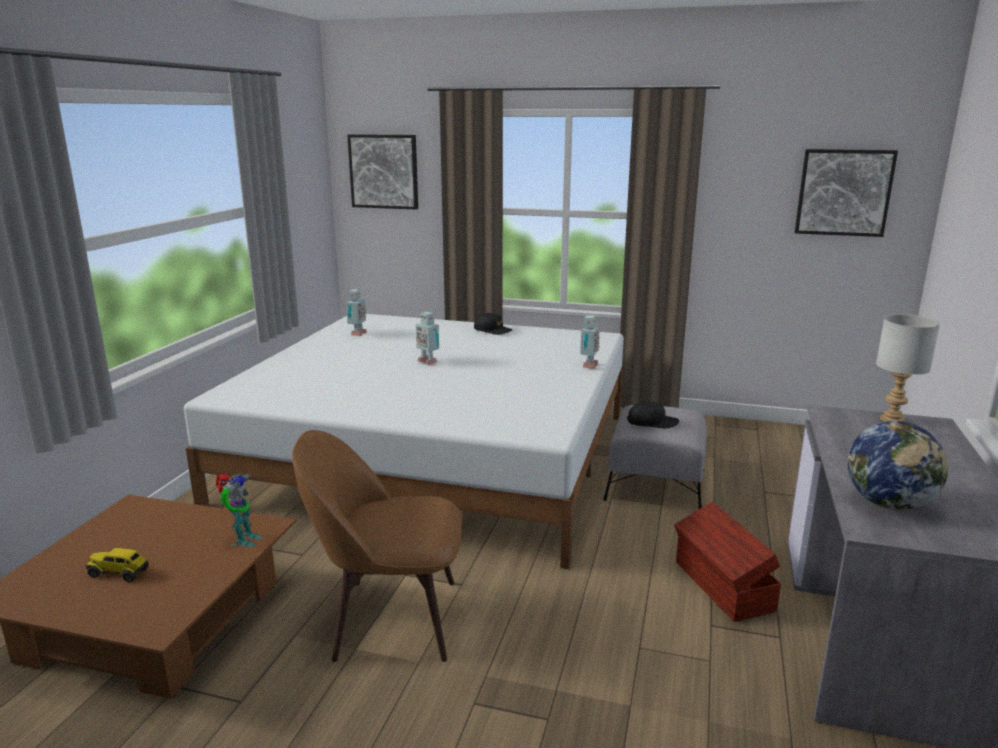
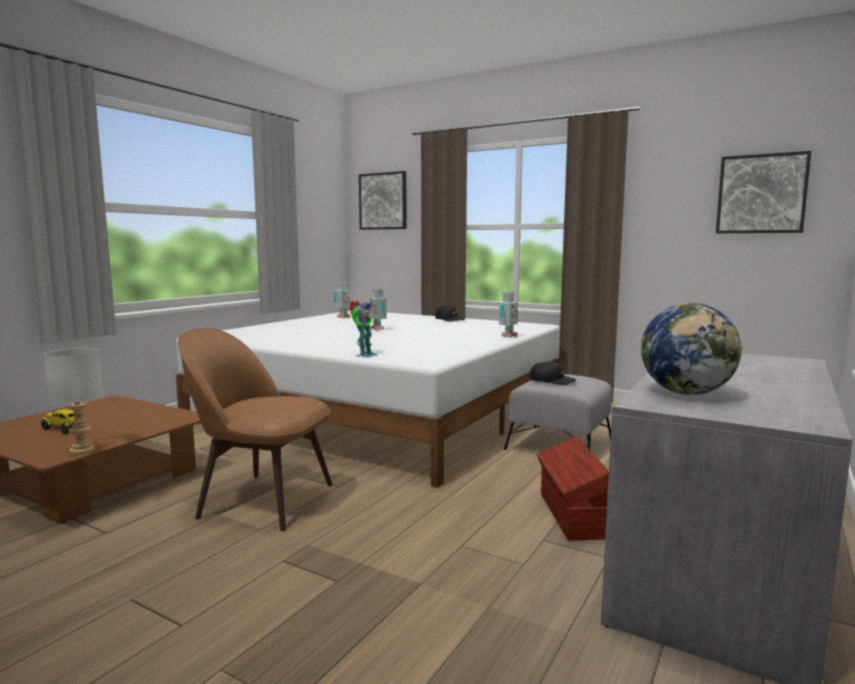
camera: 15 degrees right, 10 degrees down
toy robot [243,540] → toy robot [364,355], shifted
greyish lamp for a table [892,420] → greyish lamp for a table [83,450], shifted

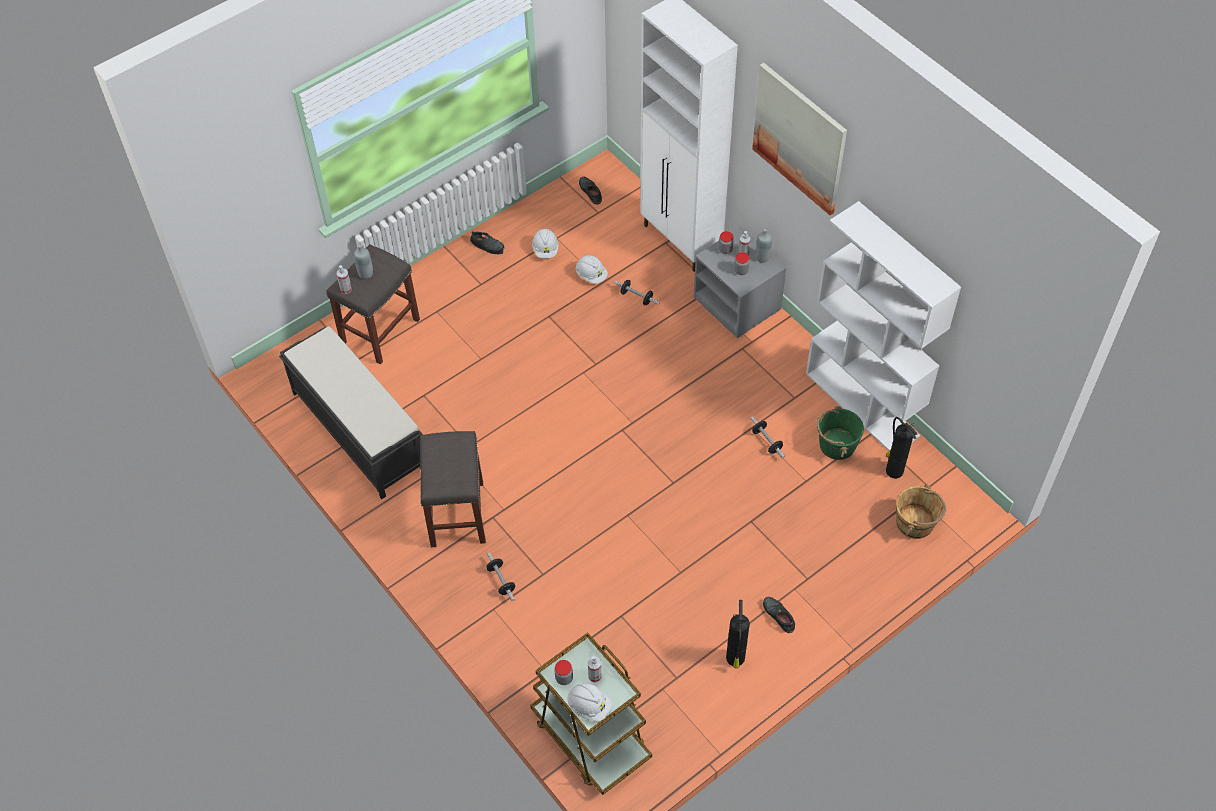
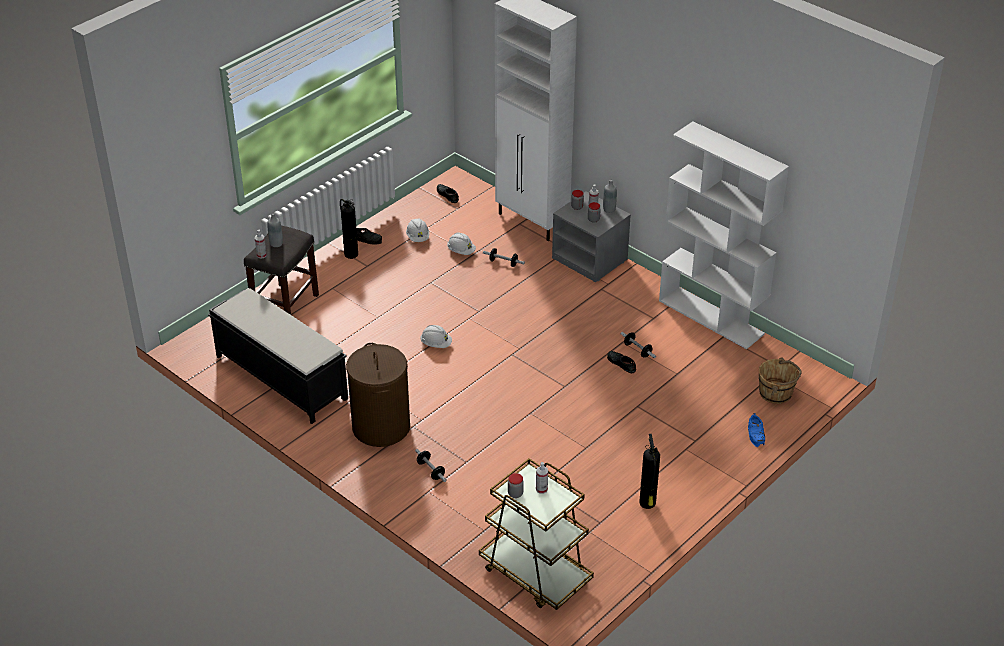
camera: 10 degrees left, 15 degrees down
wall picture [800,138] → -
green bucket [836,444] → -
- → blue low shoe [756,434]
white-coloured work helmet [589,706] → white-coloured work helmet [436,344], shifted
black low shoe [778,615] → black low shoe [621,363], shifted
fire extinguisher [893,470] → fire extinguisher [350,254], shifted
greyish stool [456,513] → brownish laundry basket [380,427]

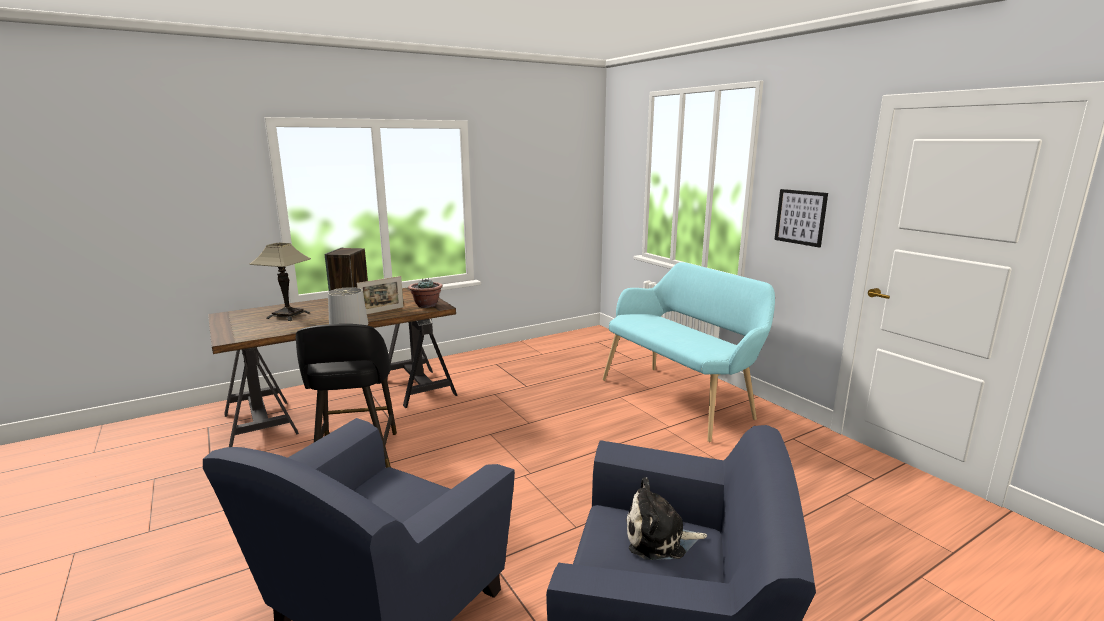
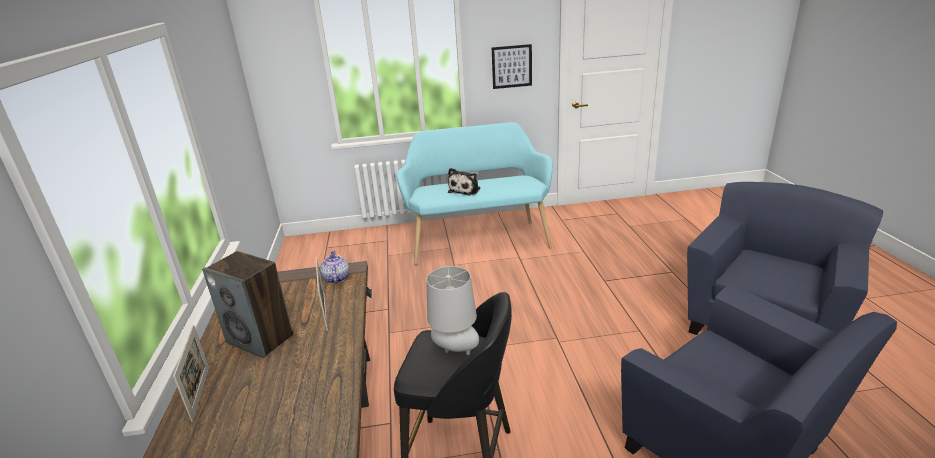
camera: 65 degrees left, 10 degrees up
lamp for a table [288,315] → -
- → photo frame [200,393]
cuddly toy [659,538] → cuddly toy [465,190], shifted
plant in a pot [426,305] → teapot [336,278]

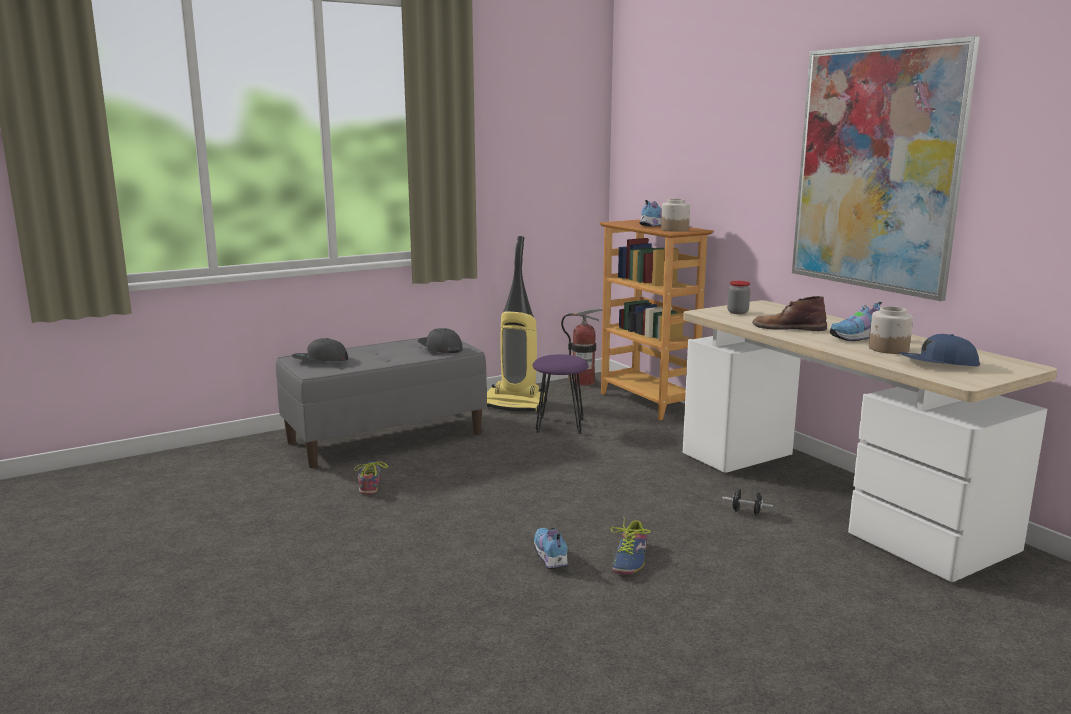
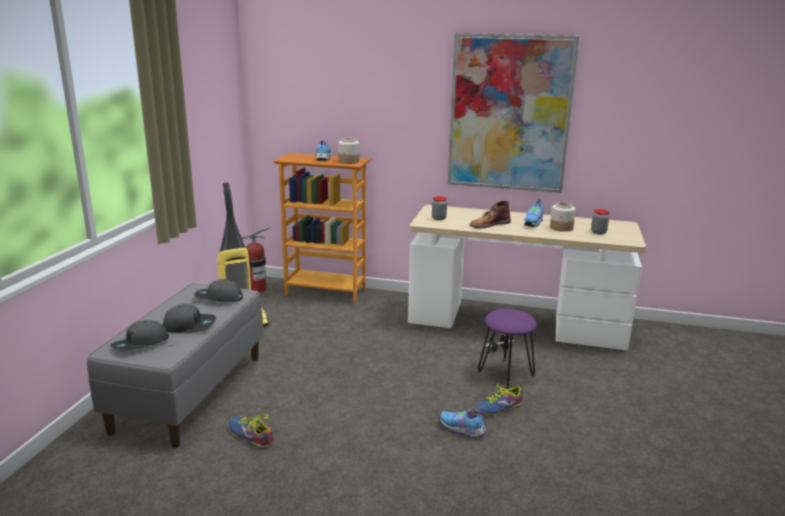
camera: 45 degrees left, 5 degrees up
- → greyish cap [190,325]
purplish stool [559,425] → purplish stool [505,373], shifted
blue cap [937,363] → preserve jar [598,232]
low shoe [630,559] → low shoe [498,408], 90 degrees clockwise

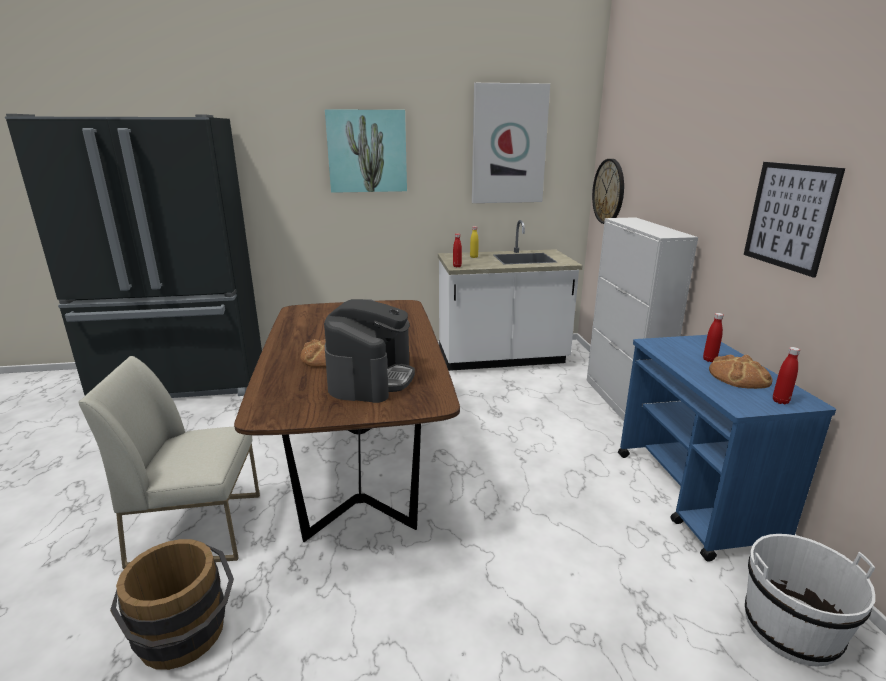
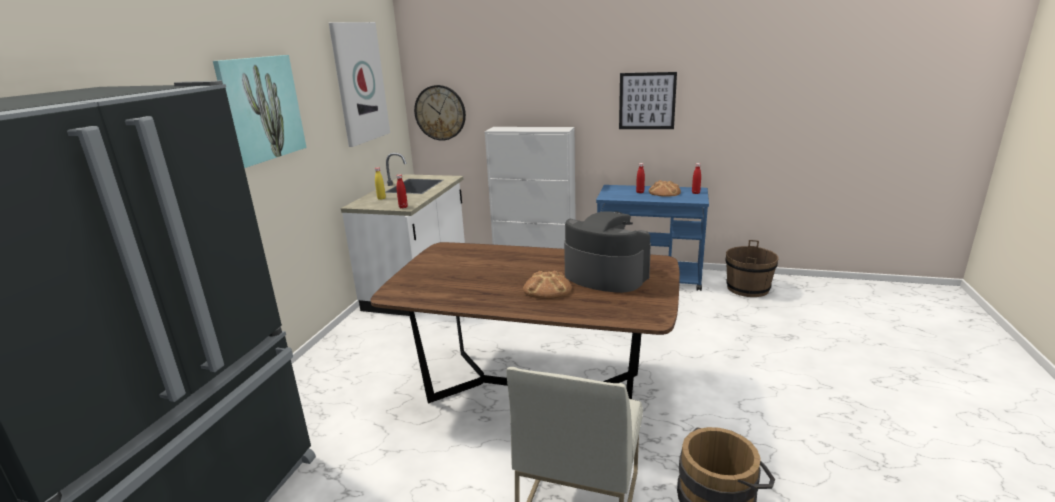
camera: 65 degrees left, 0 degrees up
white-coloured bucket [791,629] → brownish bucket [748,288]

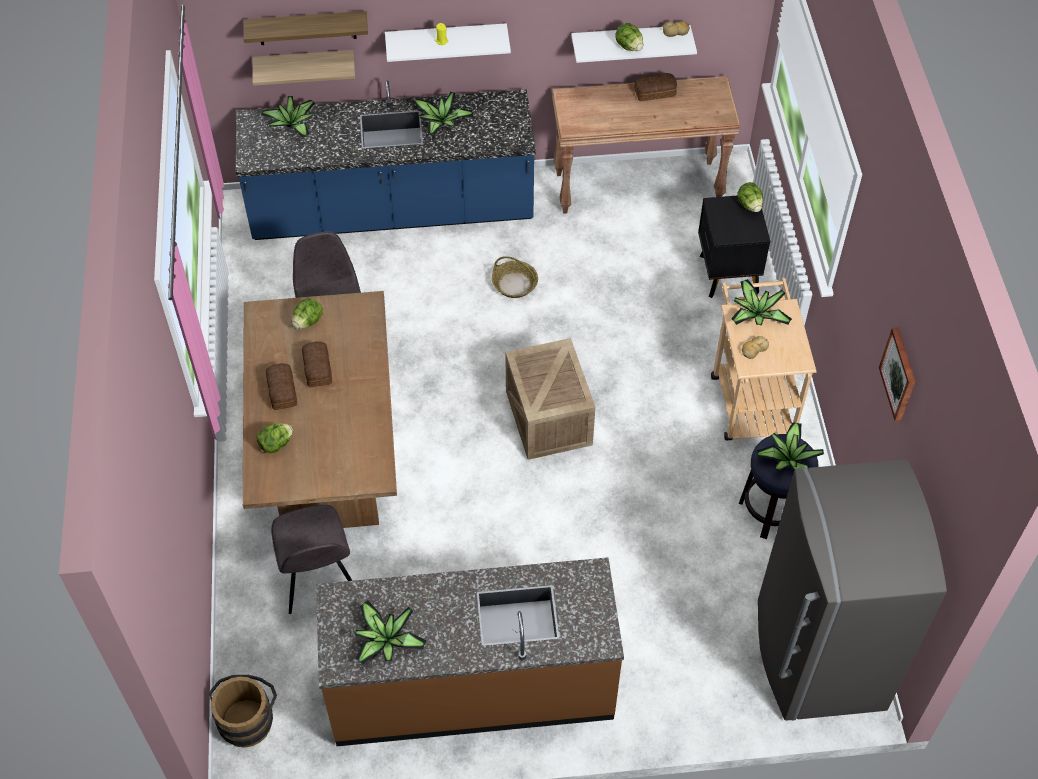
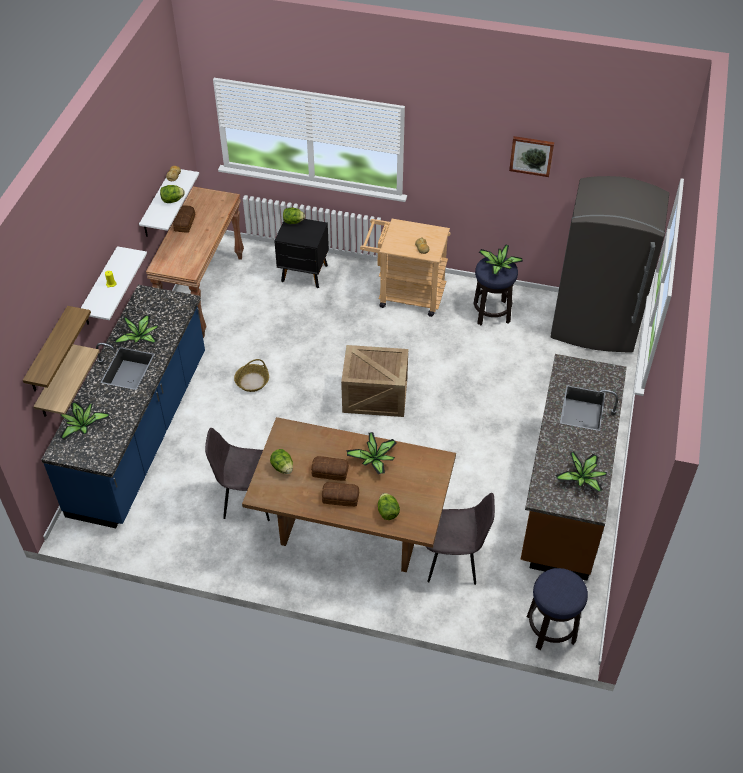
camera: 70 degrees left, 5 degrees down
plant in a pot [756,315] → plant in a pot [374,460], shifted
brownish bucket [248,718] → stool [551,629]

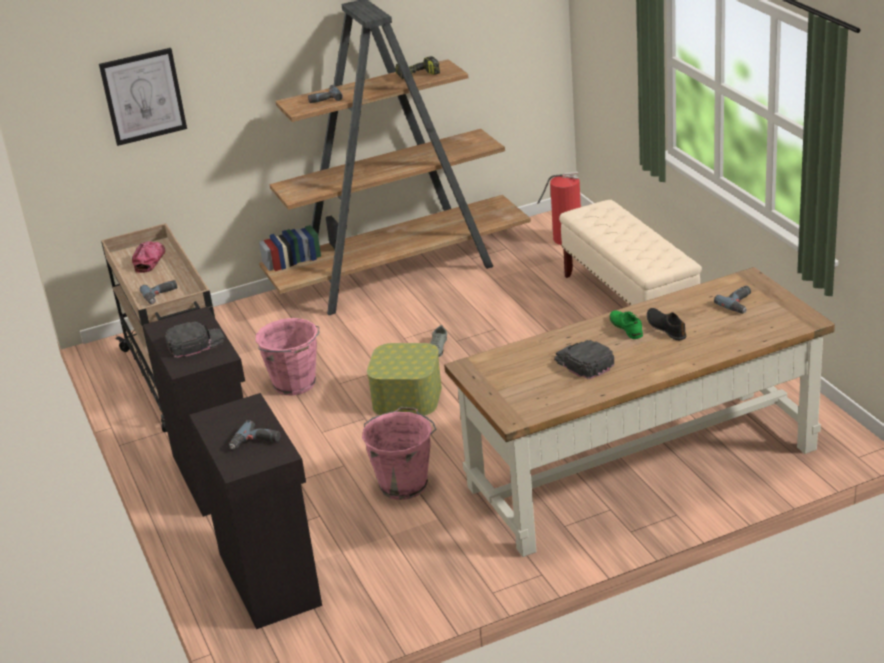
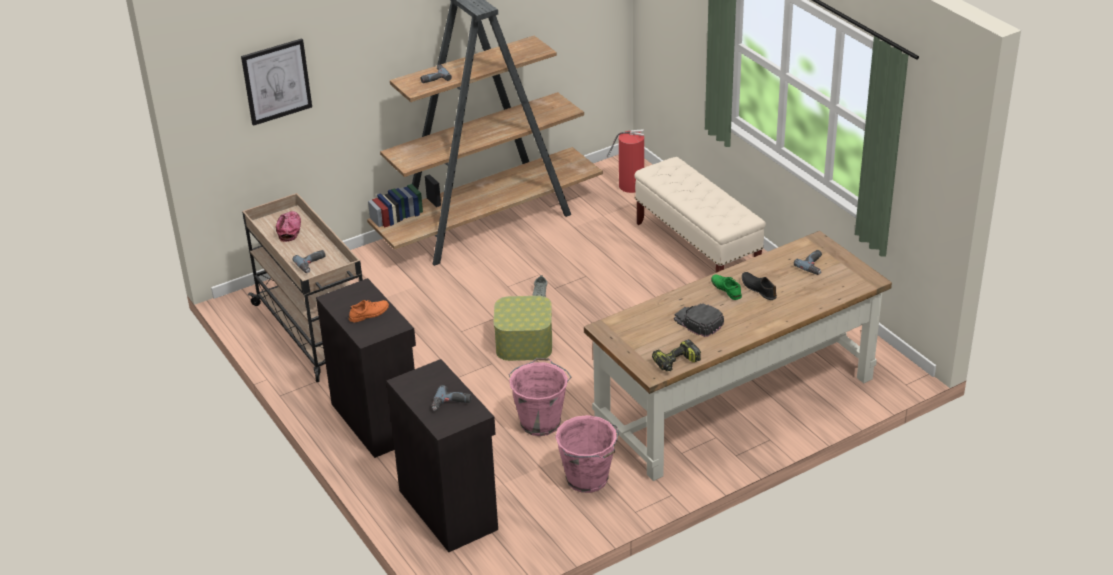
camera: 10 degrees left, 5 degrees up
pink-coloured bucket [295,385] → pink-coloured bucket [588,480], shifted
electric drill [418,76] → electric drill [676,363], shifted
black cap [195,343] → orange-coloured low shoe [369,314]

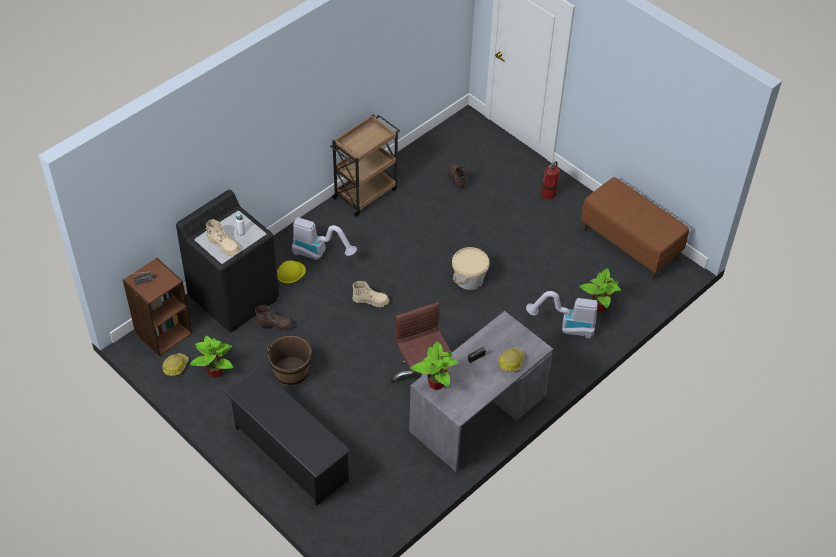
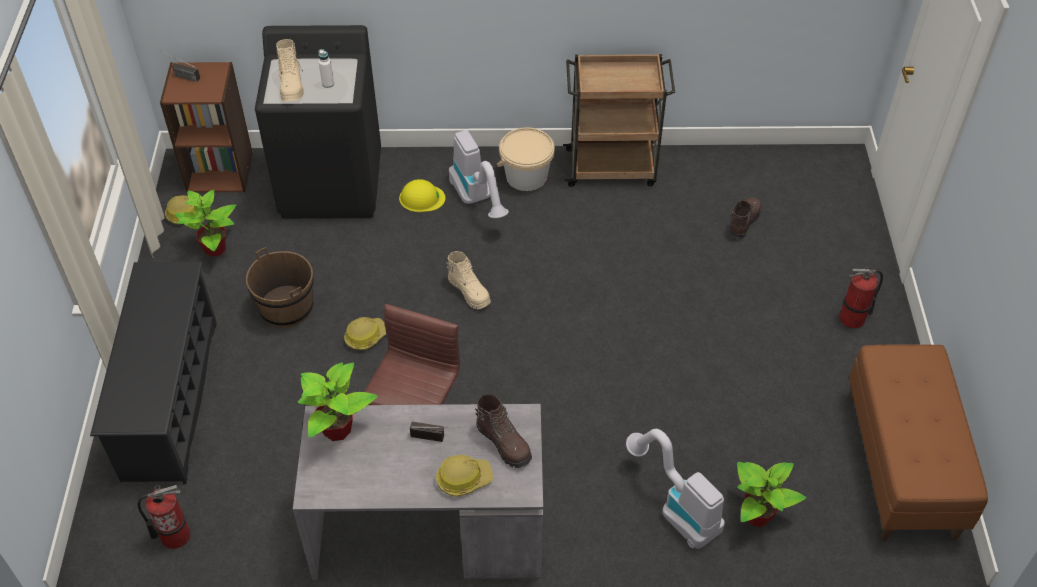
camera: 45 degrees right, 0 degrees up
- → fire extinguisher [175,535]
- → work helmet [366,336]
brownish high-top boot [274,325] → brownish high-top boot [504,443], shifted
beige bucket [469,279] → beige bucket [526,176], shifted

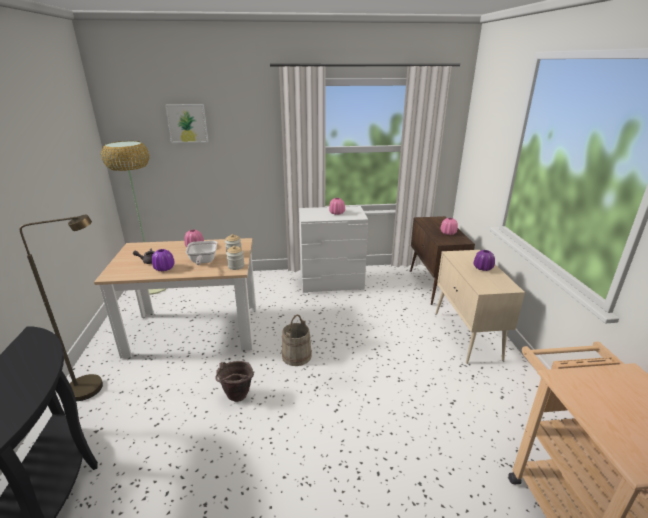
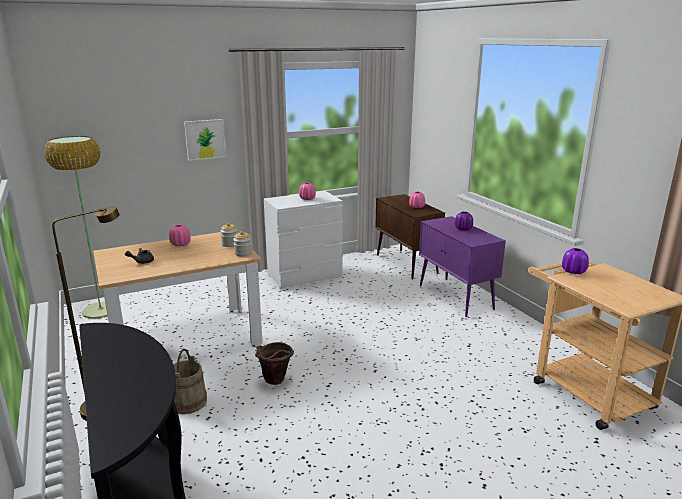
camera: 20 degrees left, 5 degrees down
skillet [203,262] → -
purplish decorative vase [164,268] → purplish decorative vase [573,271], shifted
wall picture [187,123] → wall picture [205,139], shifted
beige bucket [297,356] → beige bucket [188,402], shifted
beige cupboard [467,336] → purplish cupboard [456,297]

